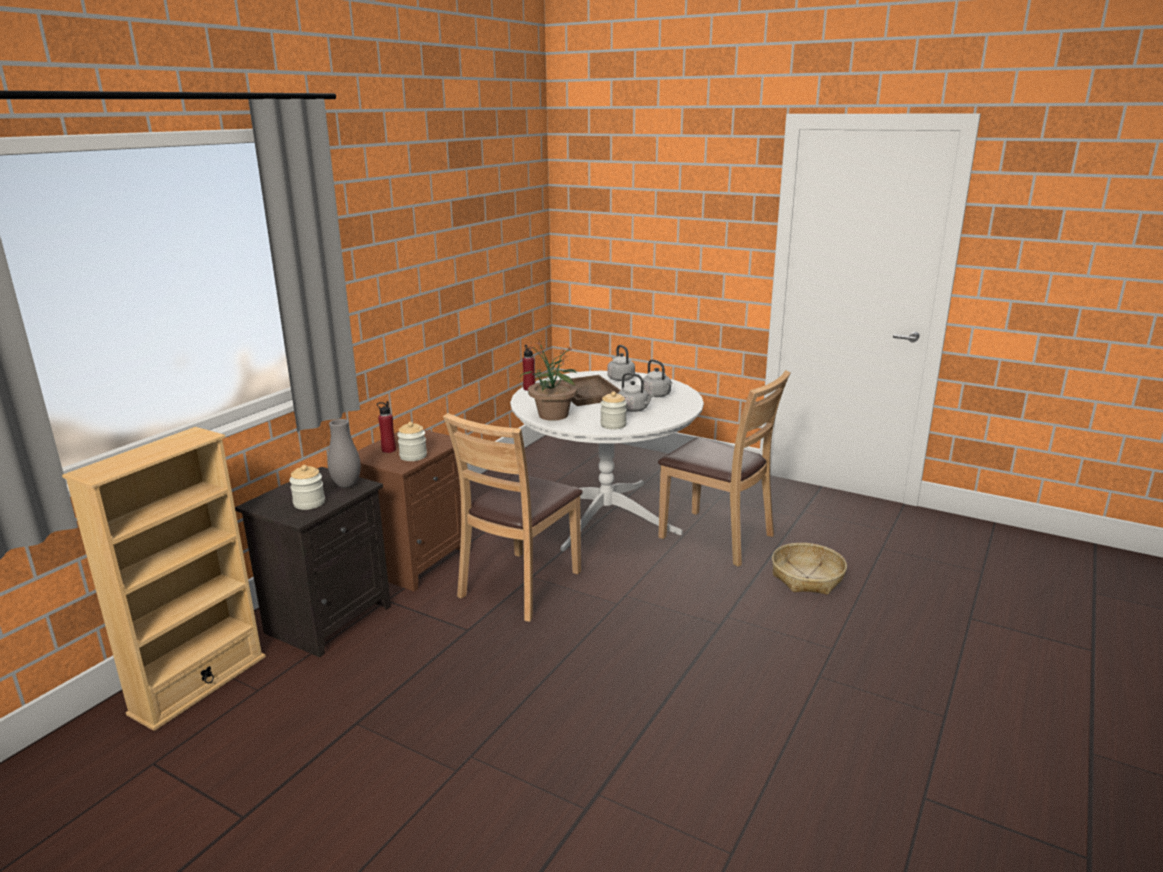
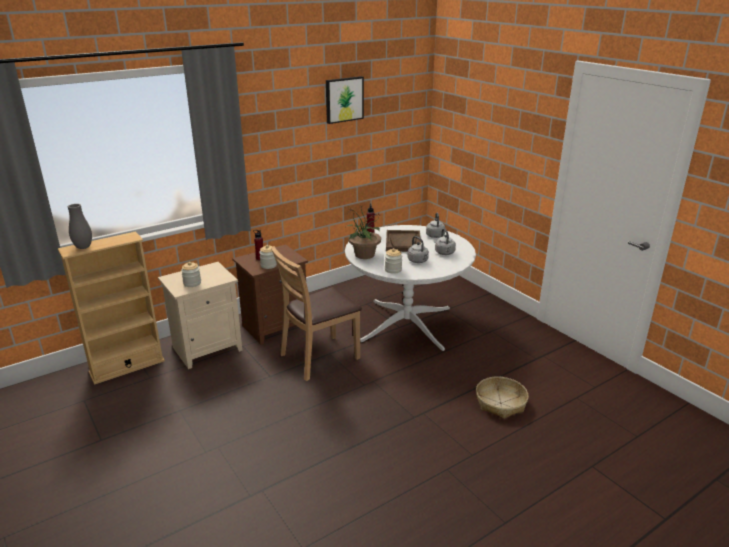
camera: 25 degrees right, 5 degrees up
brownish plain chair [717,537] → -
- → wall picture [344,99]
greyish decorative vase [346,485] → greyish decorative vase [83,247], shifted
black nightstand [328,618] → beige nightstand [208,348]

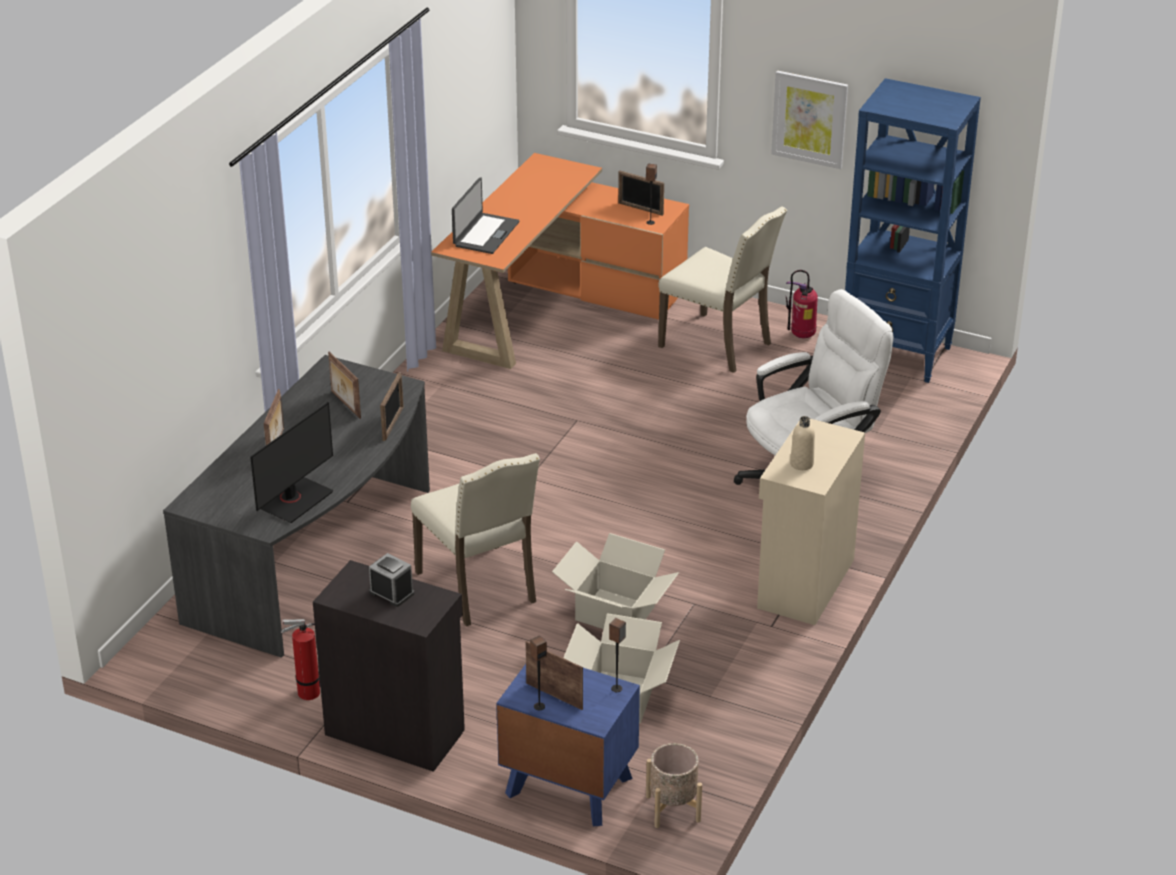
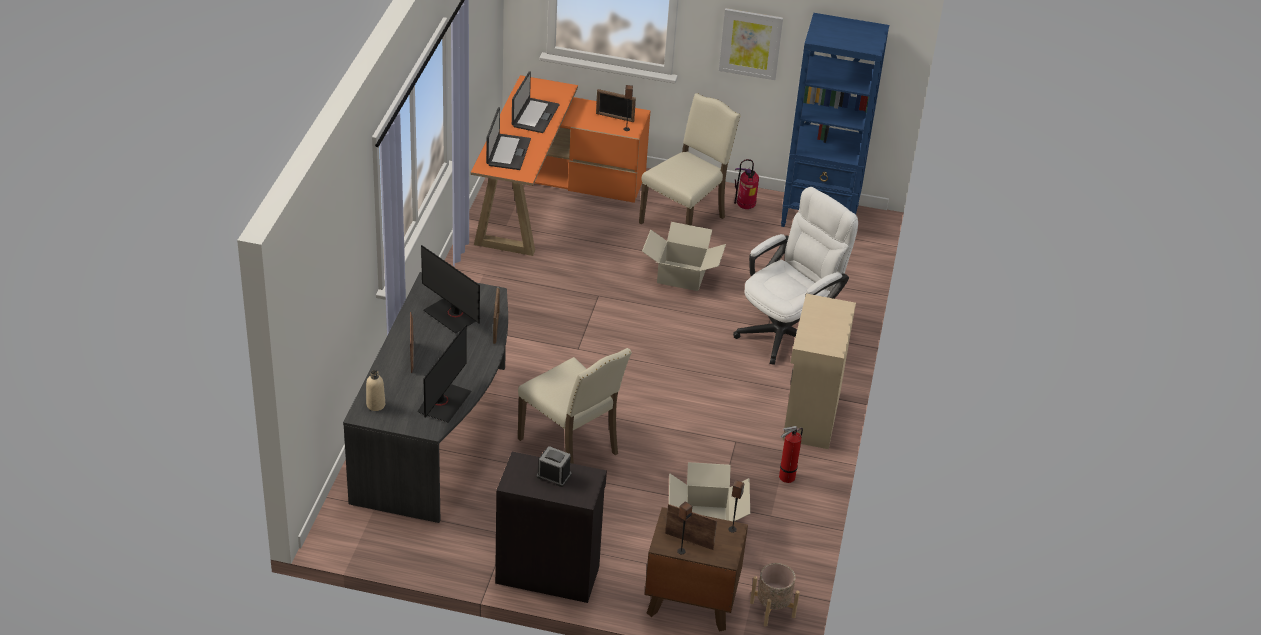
camera: 15 degrees left, 5 degrees up
- → notebook computer [534,116]
fire extinguisher [306,693] → fire extinguisher [785,477], shifted
packing box [615,612] → packing box [681,275], shifted
beige beverage bottle [801,464] → beige beverage bottle [375,405], shifted
photo frame [345,405] → monitor [452,315]
blue nightstand [568,785] → brownish nightstand [690,601]
beige plain chair [718,344] → beige plain chair [685,220], 75 degrees counterclockwise

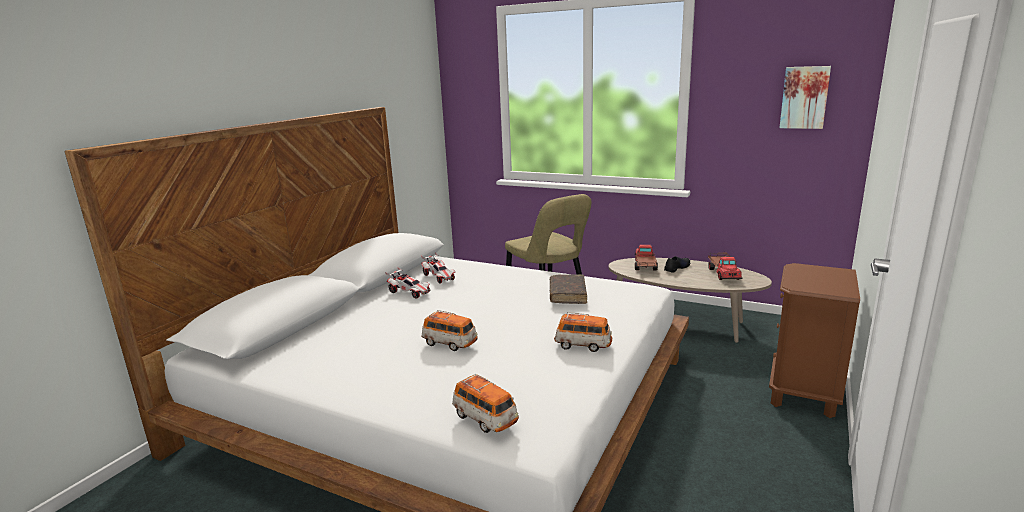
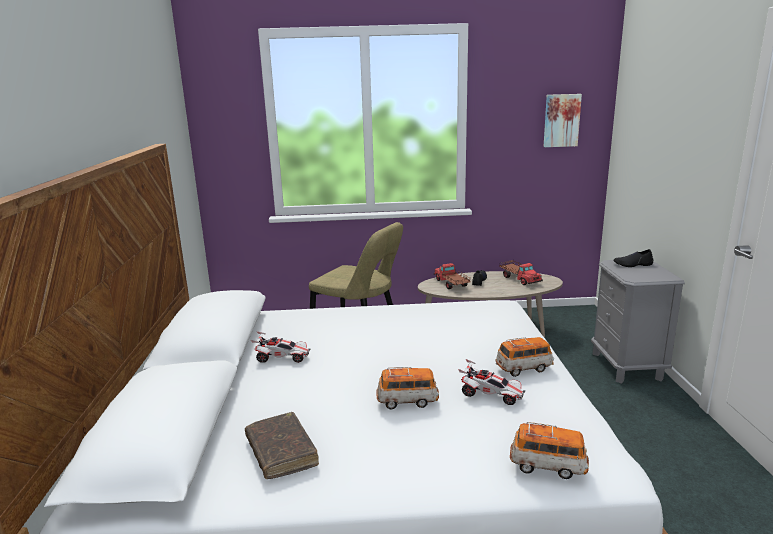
camera: 30 degrees left, 0 degrees up
- → black low shoe [632,264]
miniature car [439,277] → miniature car [491,394], shifted
brownish bound book [567,294] → brownish bound book [281,452], shifted
brownish nightstand [804,393] → greyish nightstand [627,366]

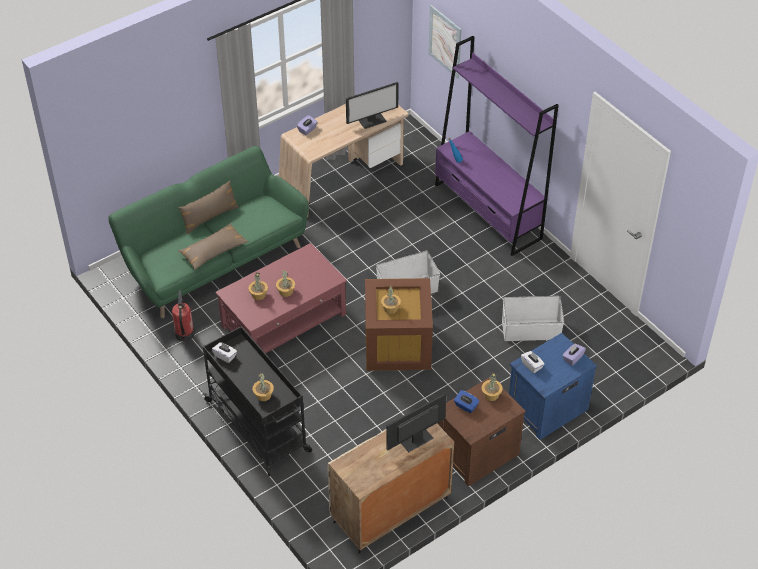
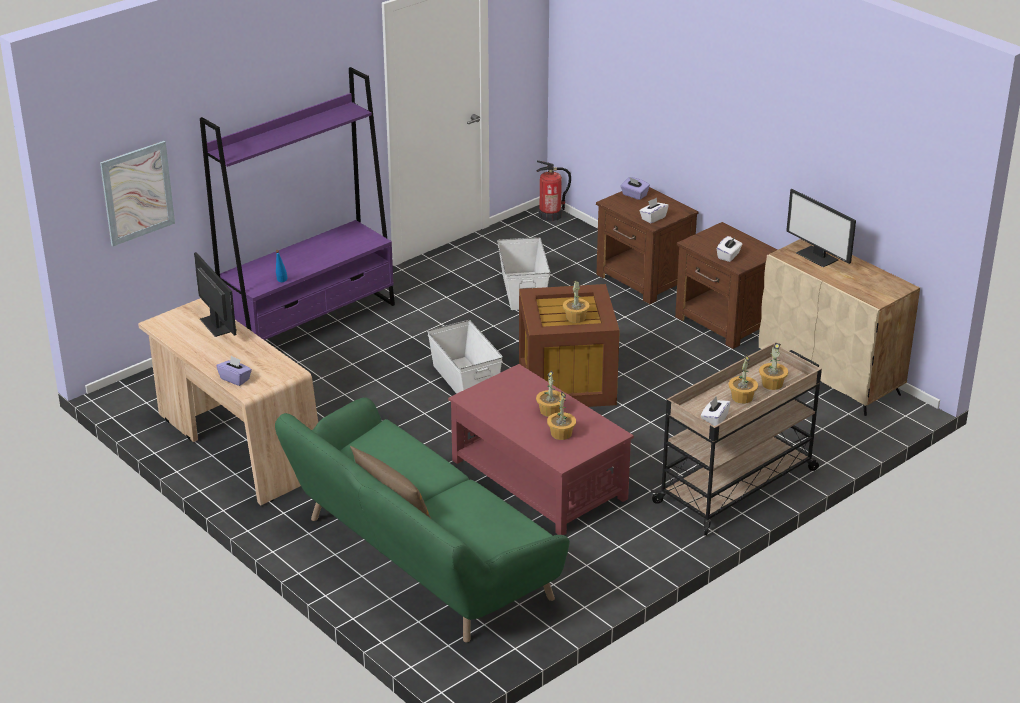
camera: 95 degrees left, 15 degrees down
brownish throw pillow [213,251] → -
fire extinguisher [184,334] → fire extinguisher [550,215], shifted
plant in a pot [491,394] → plant in a pot [741,397], shifted
black cart [258,427] → beige cart [737,485]
blue tissue box [466,406] → white-coloured tissue box [729,256]
blue nightstand [546,408] → brownish nightstand [644,280]

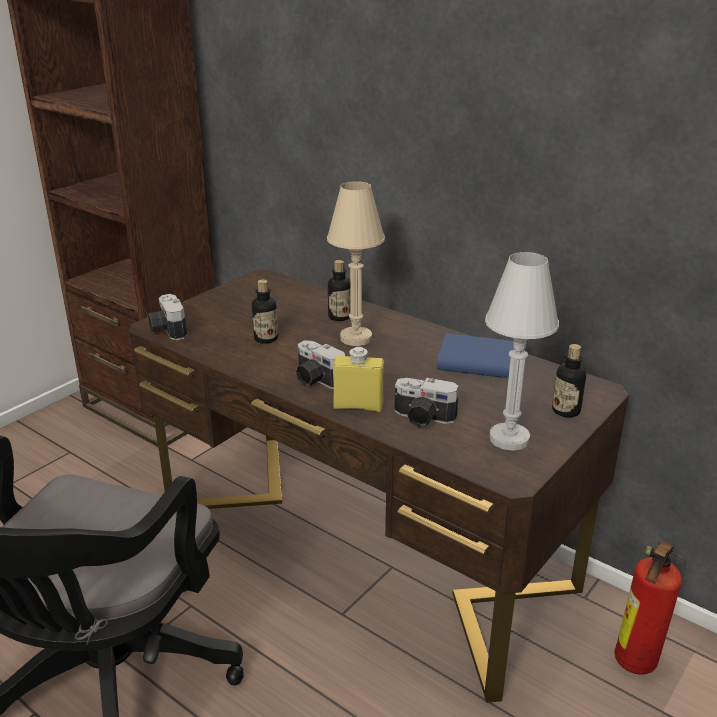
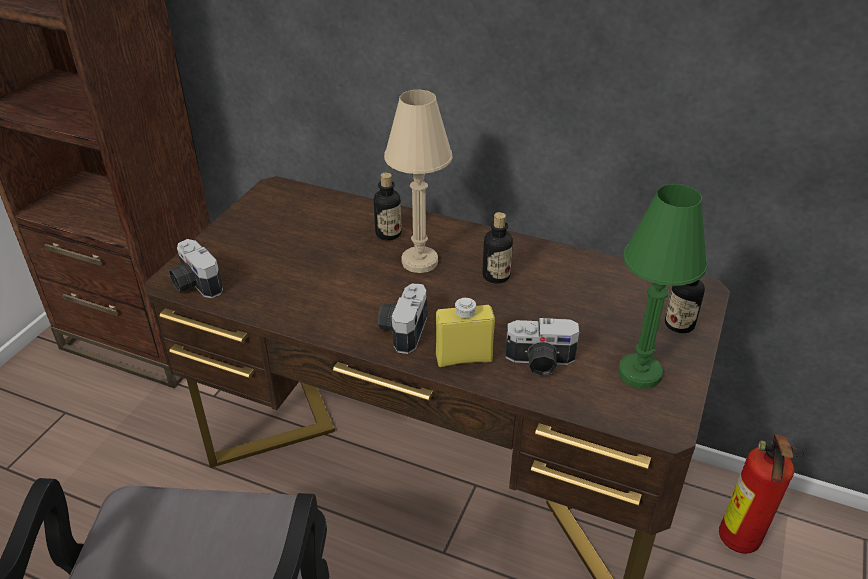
camera: 15 degrees left, 10 degrees up
blue bound book [481,362] → -
beverage bottle [266,339] → beverage bottle [496,276], shifted
white-coloured lamp for a table [509,439] → green lamp for a table [639,373]
still camera [316,380] → still camera [401,329], 75 degrees clockwise

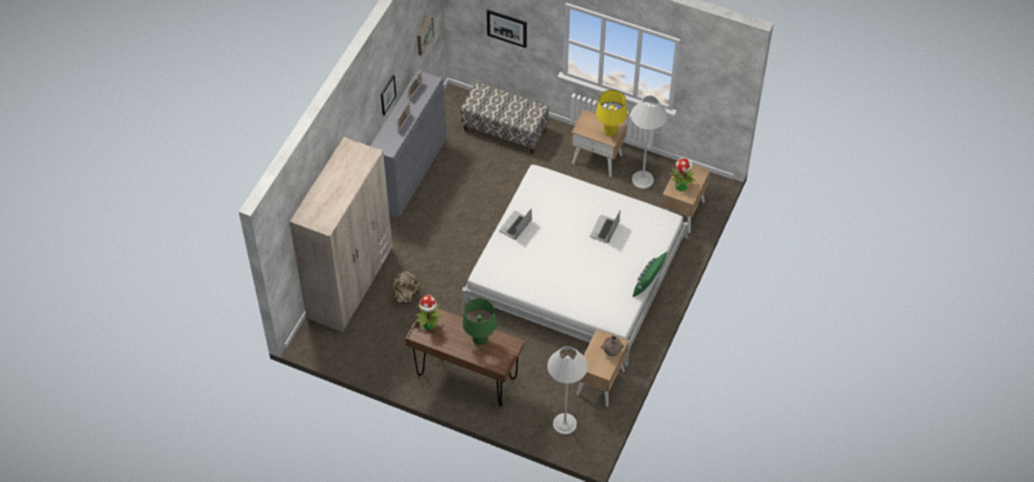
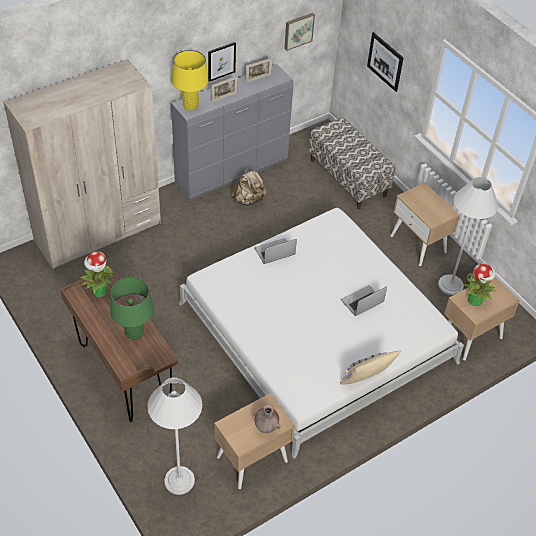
camera: 30 degrees right, 5 degrees down
beige backpack [405,296] → beige backpack [248,200], shifted
yellowish lamp for a table [610,131] → yellowish lamp for a table [190,106], shifted
green throw pillow [648,285] → beige throw pillow [366,381]

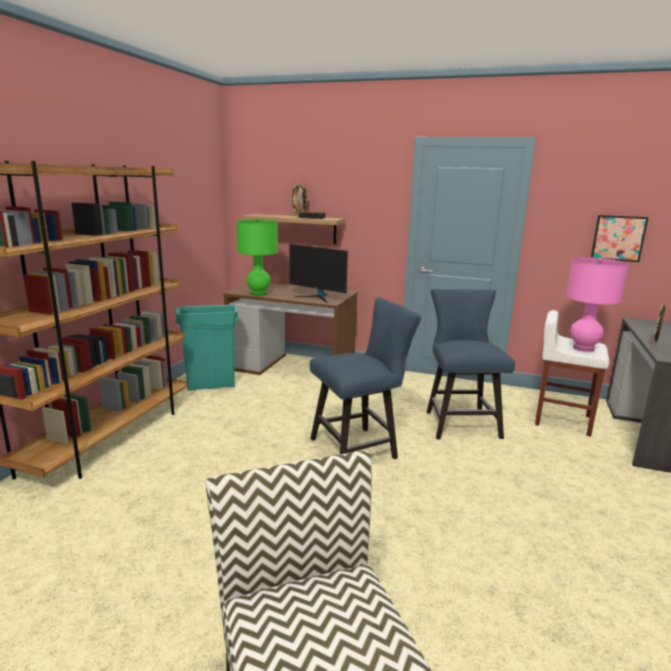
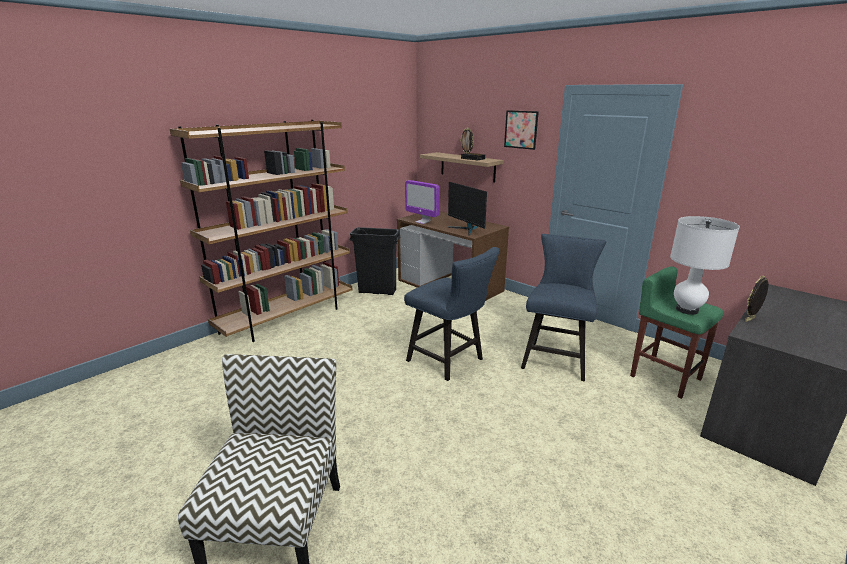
camera: 25 degrees right, 5 degrees up
wall picture [618,238] → wall picture [521,129], shifted
green lamp for a table [258,294] → monitor [422,222]
turquoise trash can [211,386] → black trash can [377,291]
white-coloured stool [561,420] → green stool [664,377]
pink-coloured lamp for a table [583,348] → white-coloured lamp for a table [686,310]
blue plain chair [359,448] → blue plain chair [449,361], 45 degrees clockwise

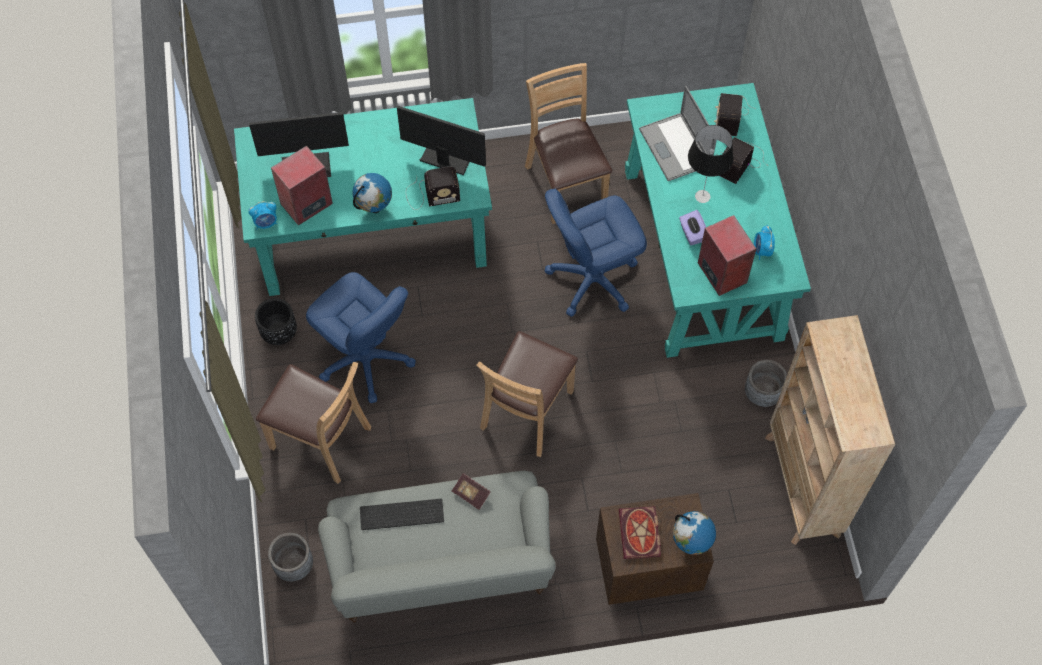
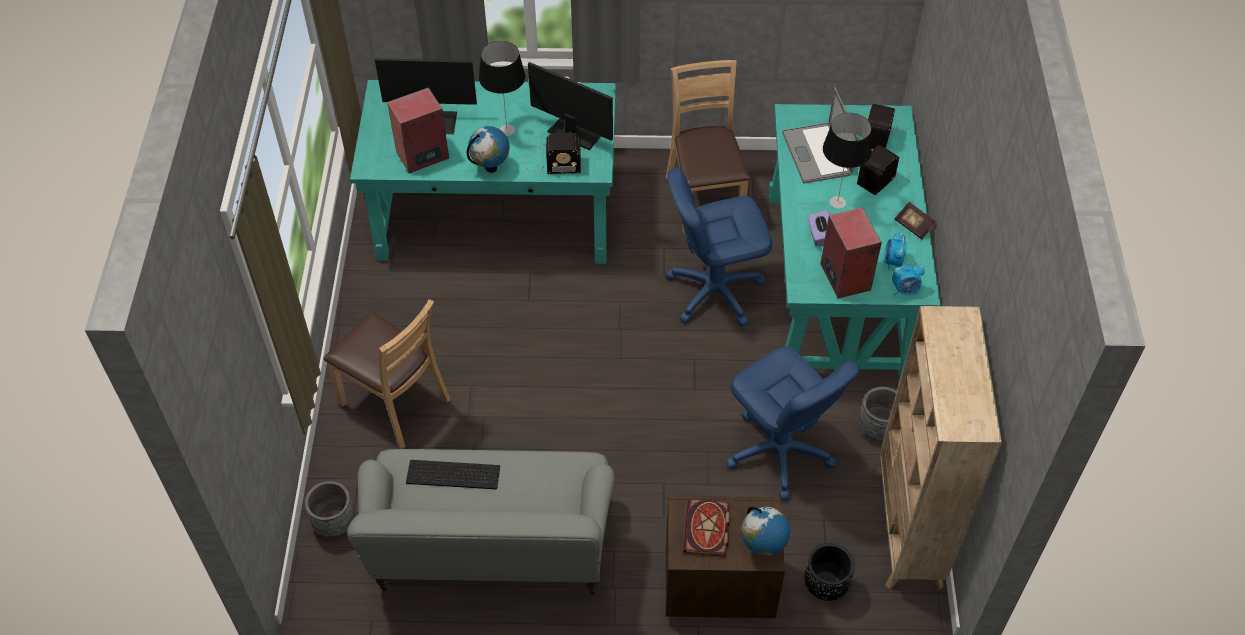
camera: 10 degrees right, 10 degrees down
brownish plain chair [527,411] → -
- → lamp for a table [507,130]
alarm clock [266,223] → alarm clock [905,290], shifted
black flower pot [279,332] → black flower pot [825,585], shifted
blue computer chair [365,359] → blue computer chair [779,452], shifted
bound book [471,494] → bound book [914,226], shifted

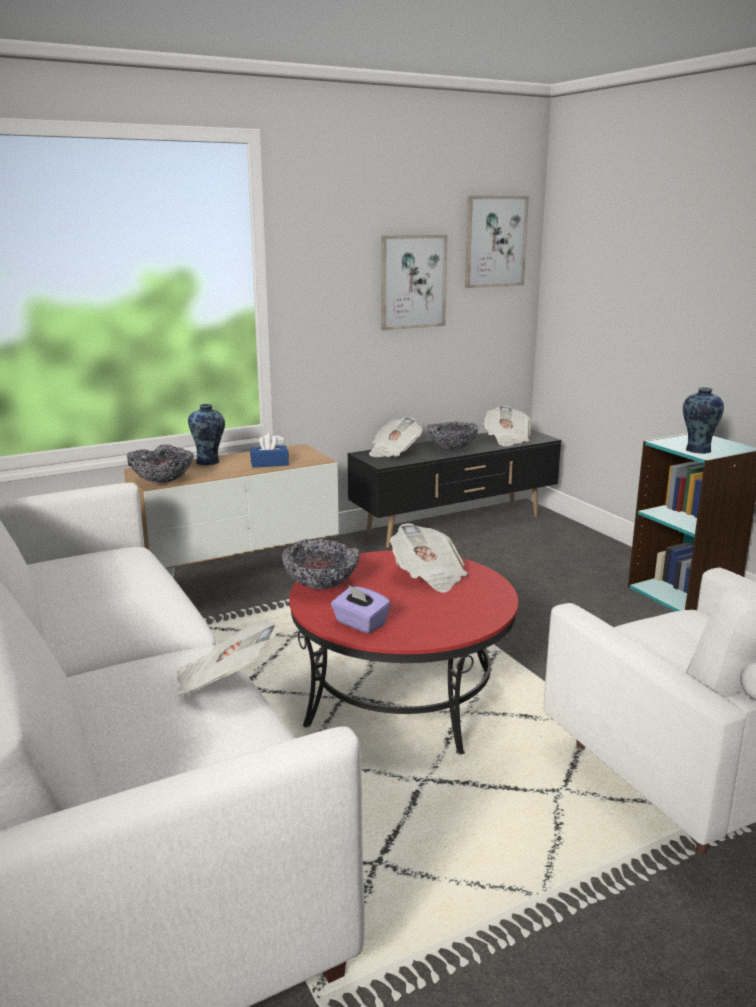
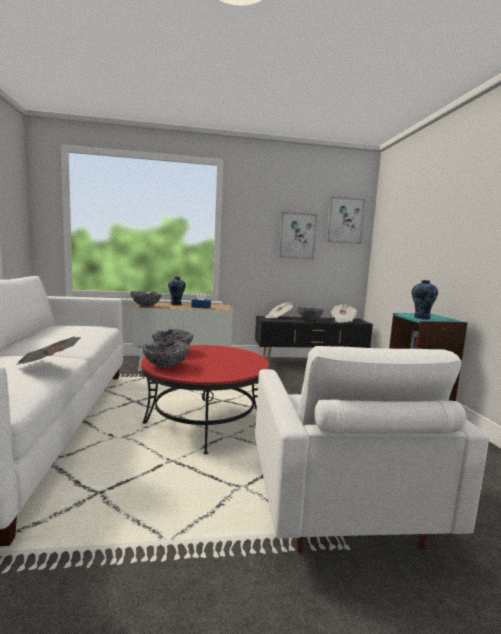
camera: 20 degrees right, 10 degrees down
newspaper [428,576] → -
purplish tissue box [360,623] → serving bowl [166,366]

